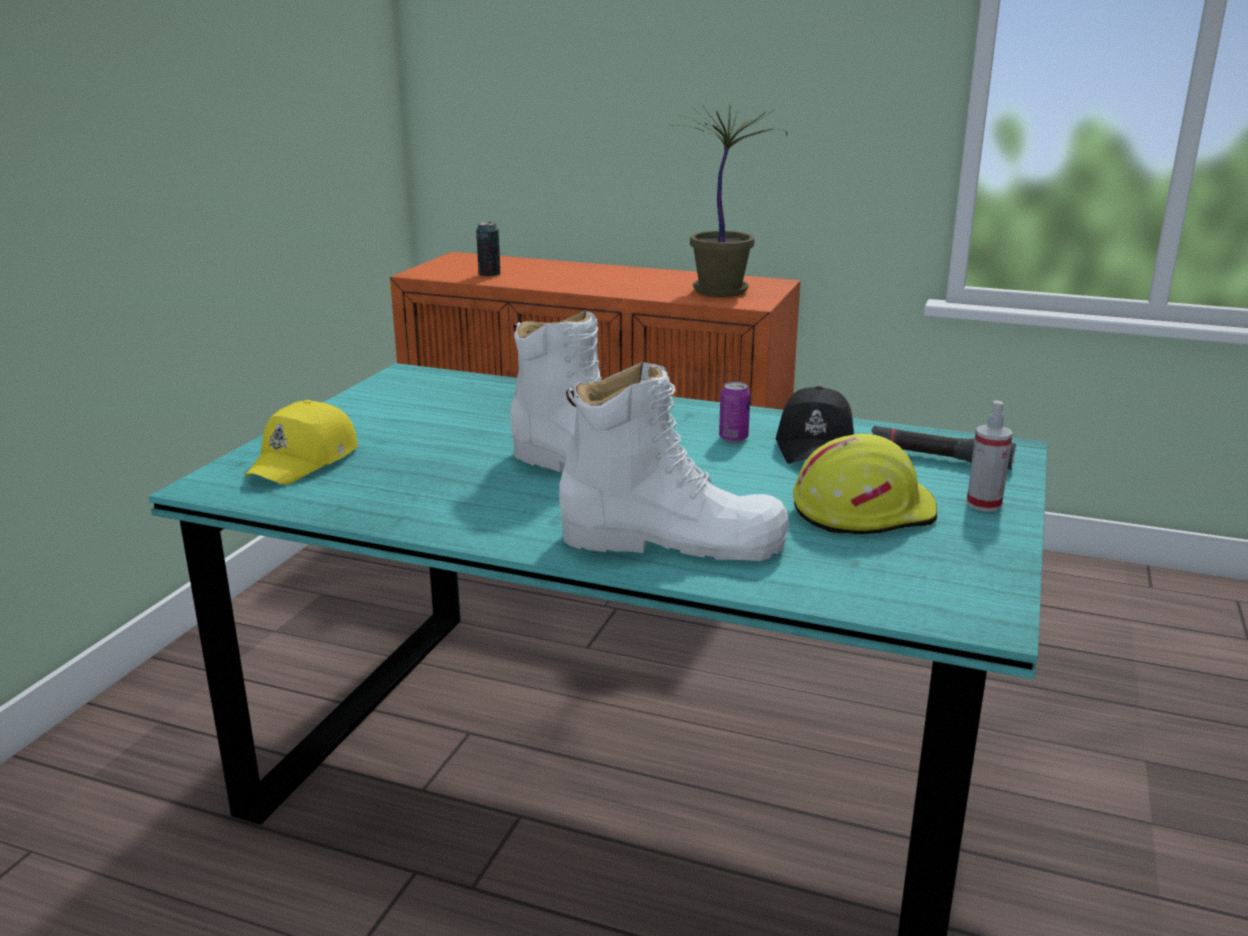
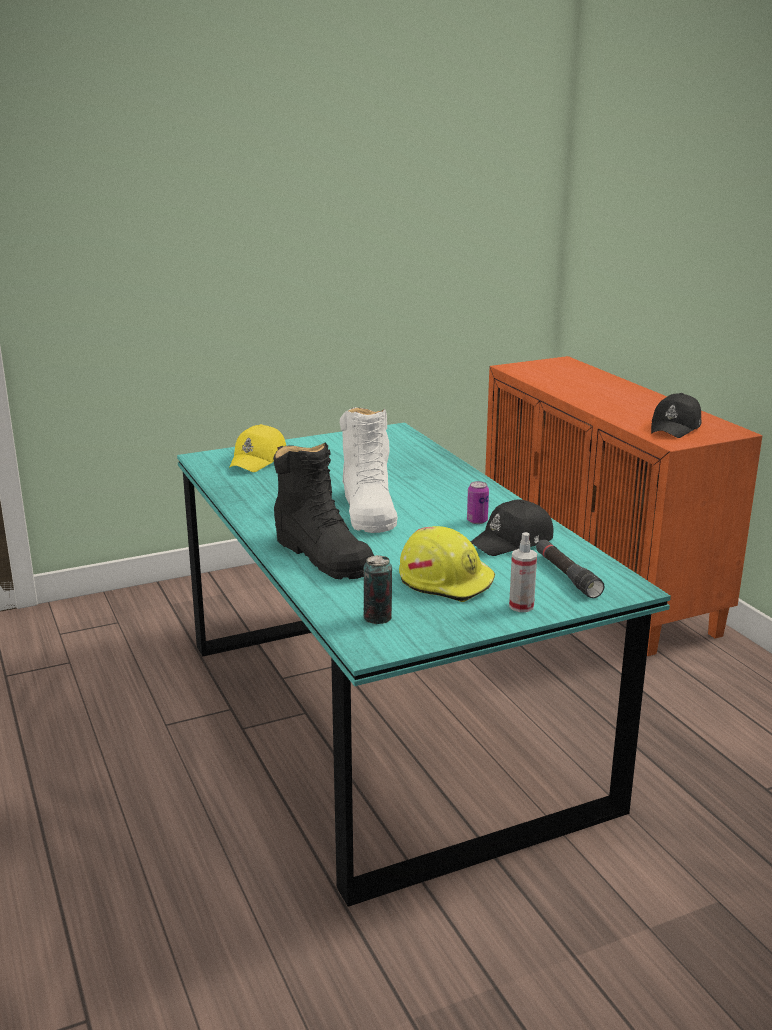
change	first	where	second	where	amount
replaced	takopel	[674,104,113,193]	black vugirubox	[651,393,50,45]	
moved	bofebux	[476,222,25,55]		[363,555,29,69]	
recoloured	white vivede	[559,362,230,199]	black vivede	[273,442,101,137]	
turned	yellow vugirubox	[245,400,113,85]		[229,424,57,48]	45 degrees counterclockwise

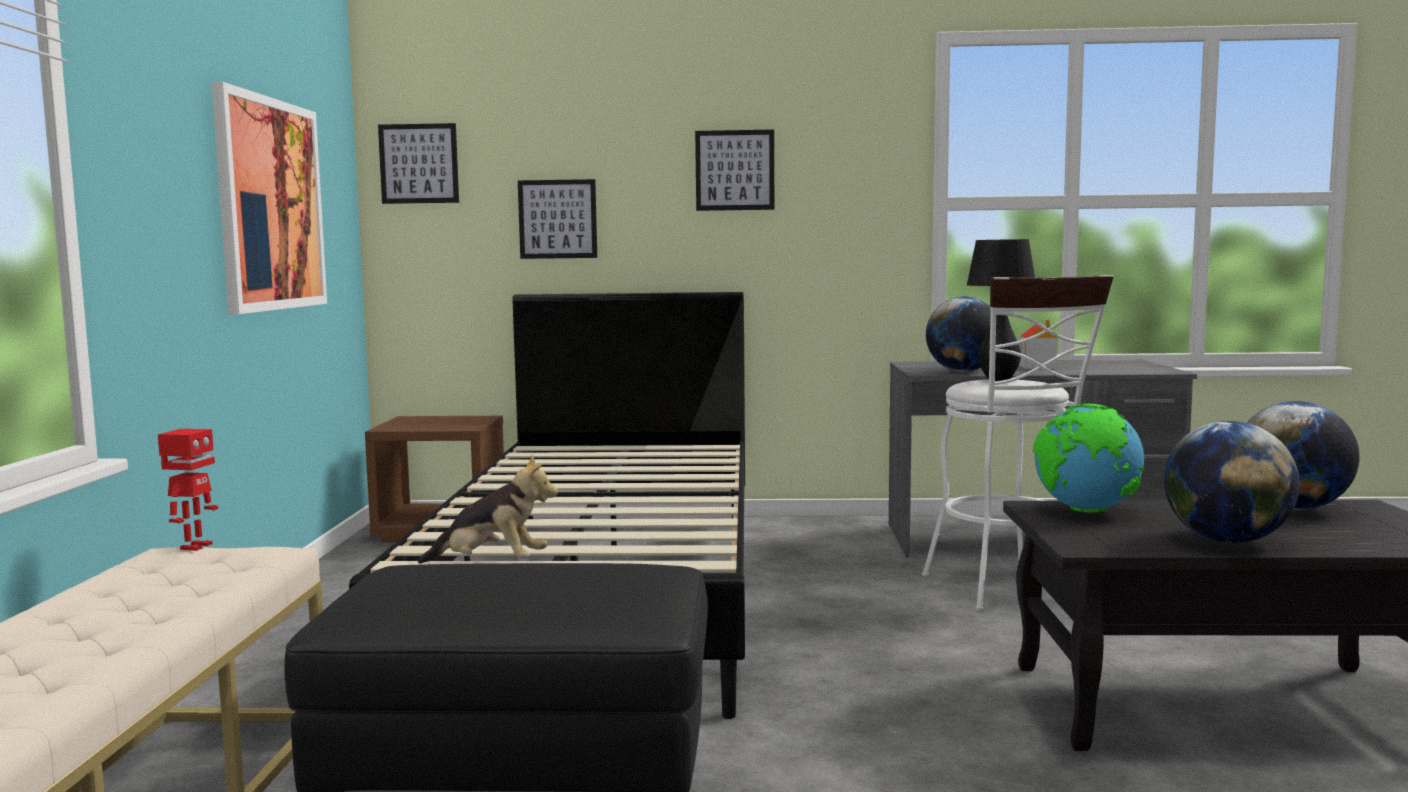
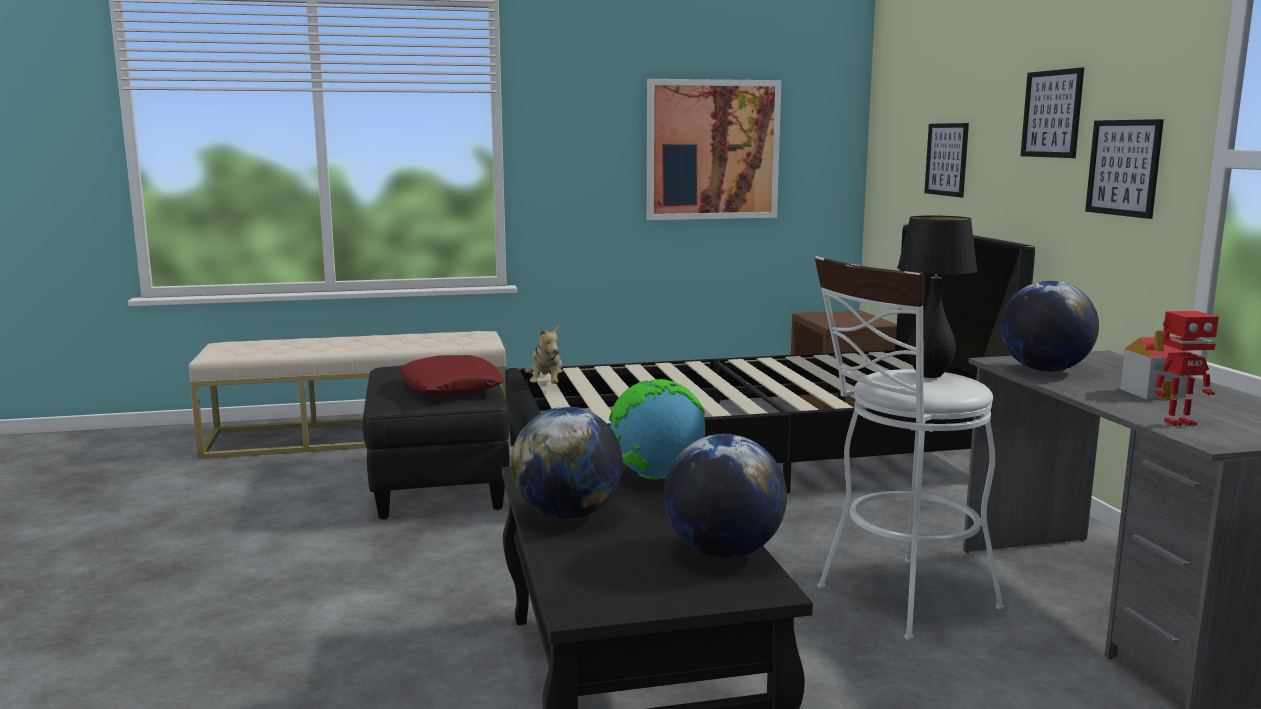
change	first	where	second	where	amount
moved	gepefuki	[378,123,81,81]		[1085,119,79,100]	
moved	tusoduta	[158,429,60,122]		[1154,311,65,115]	
added			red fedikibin	[400,355,104,40]	

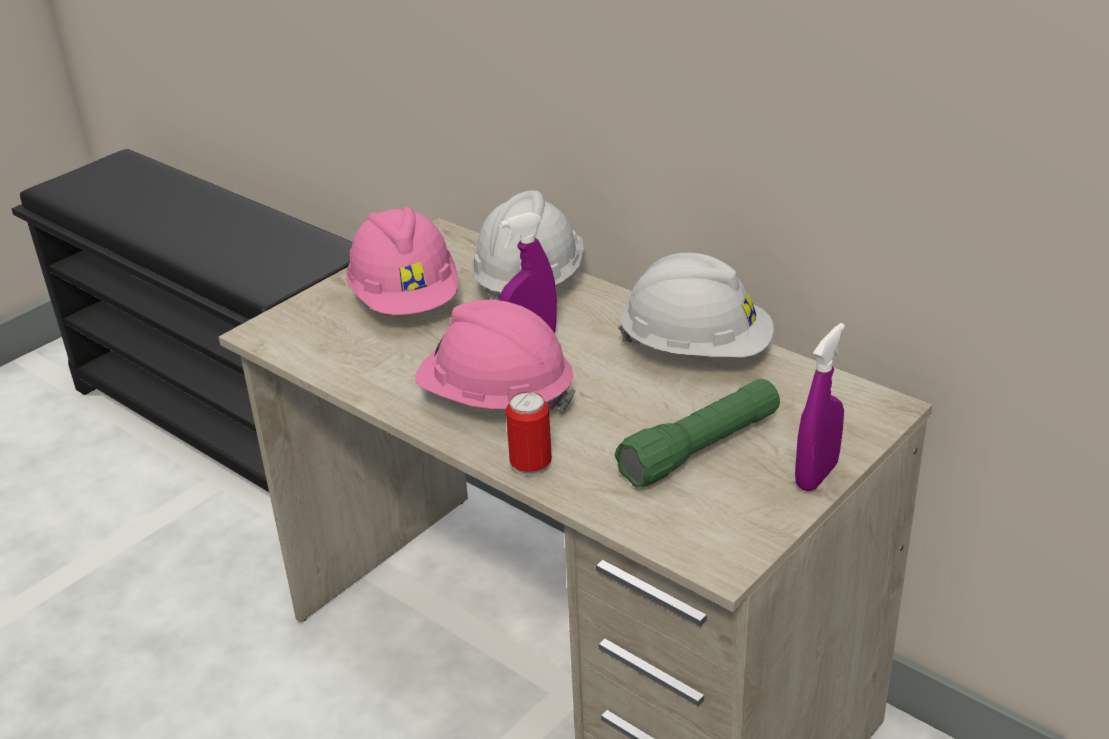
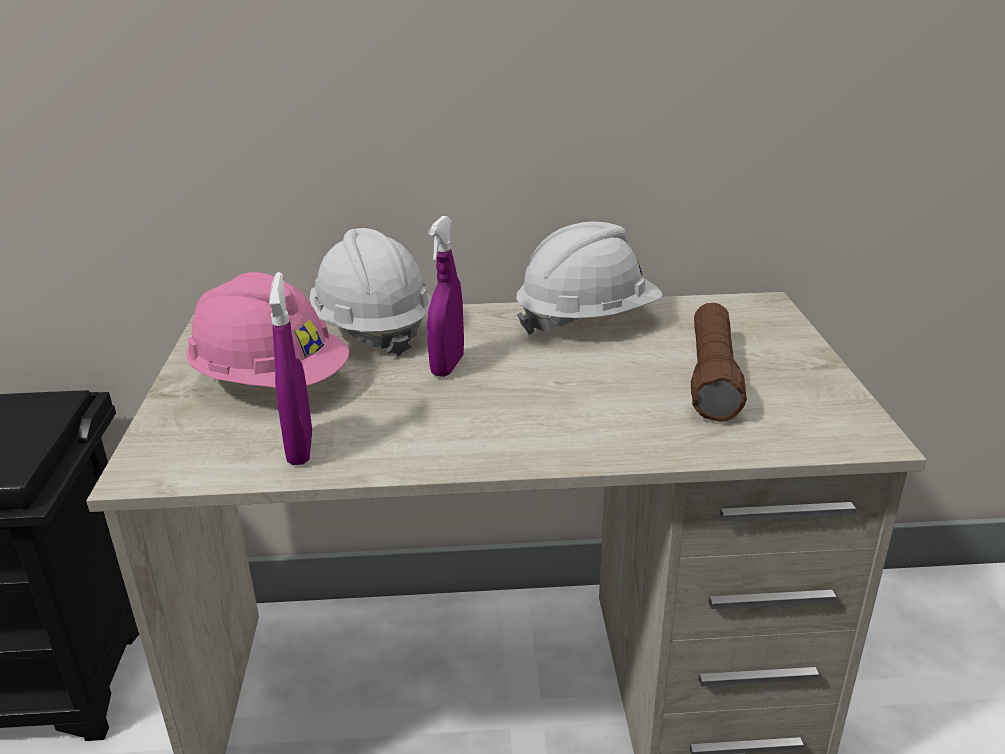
change	first	where	second	where	amount
removed	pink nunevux	[415,300,161,113]			
moved	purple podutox	[795,323,50,168]		[269,272,43,193]	
recoloured	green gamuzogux	[615,379,165,108]	brown gamuzogux	[691,303,56,119]	
removed	bofebux	[506,392,46,84]			

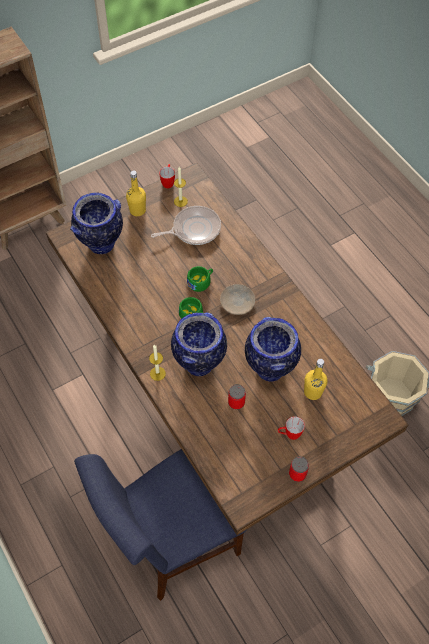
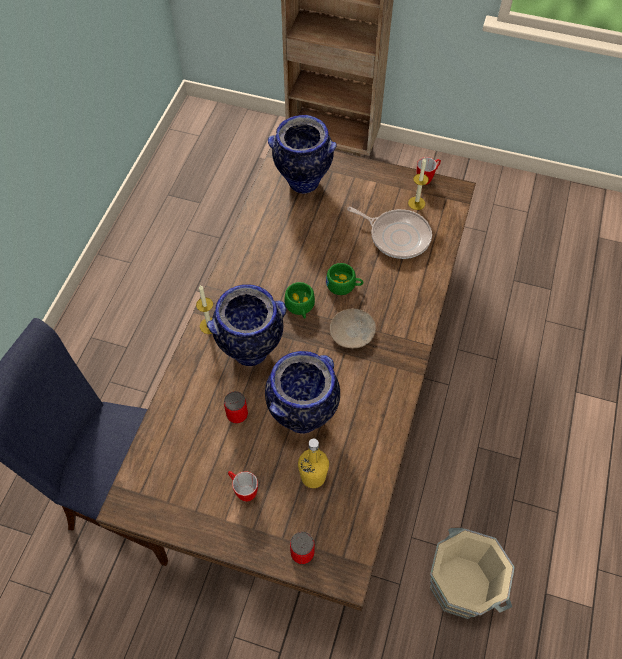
change	first	where	second	where	amount
removed	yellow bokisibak	[126,171,20,45]			
moved	bofebux	[289,456,20,26]		[290,532,24,32]	

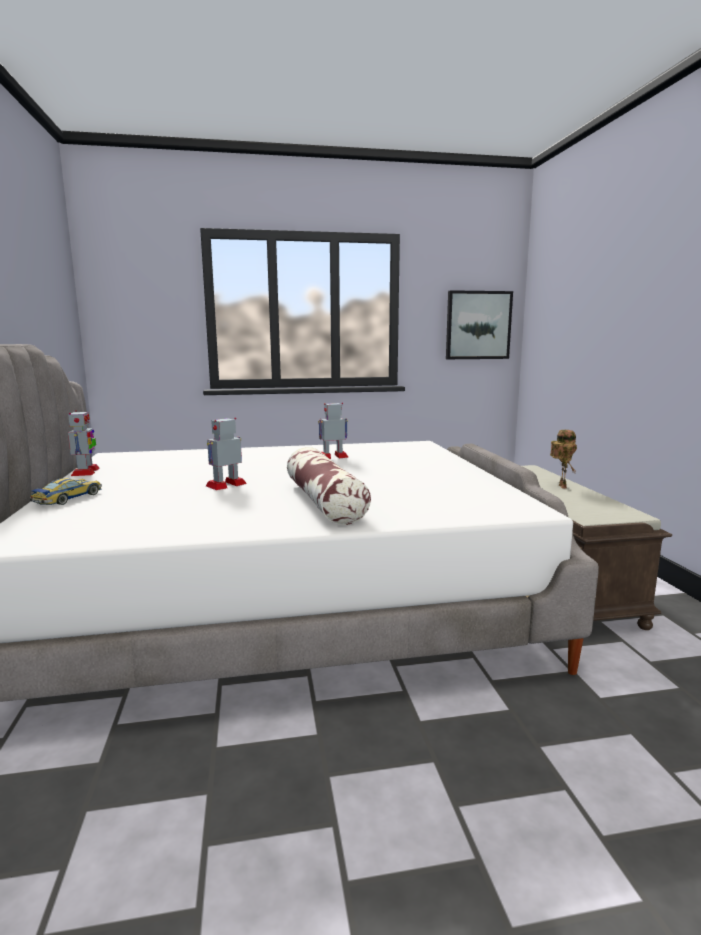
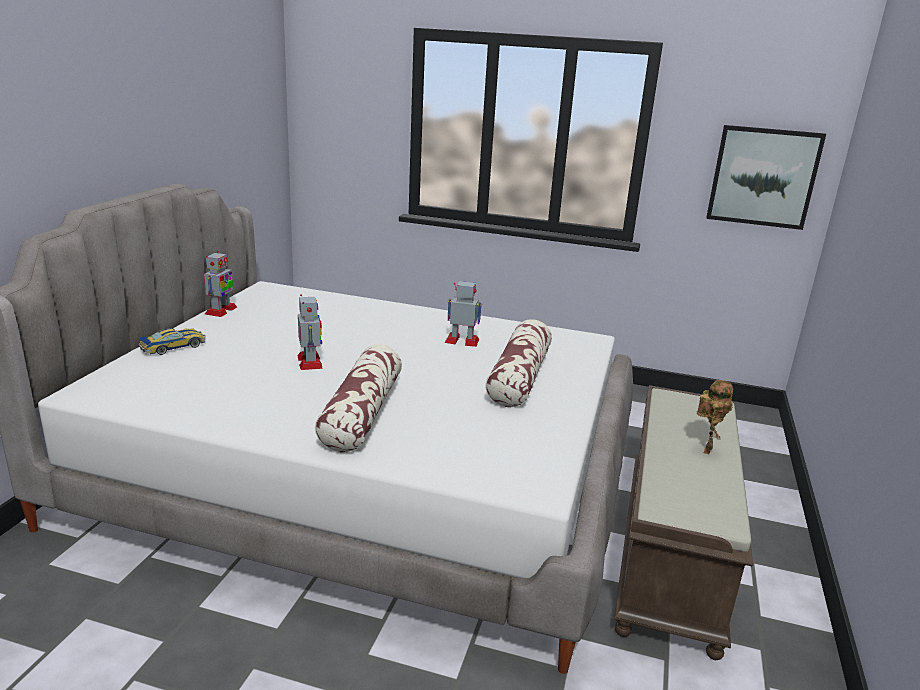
change	first	where	second	where	amount
turned	tusoduta	[206,418,41,72]		[297,294,26,76]	90 degrees clockwise
added			fedikibin	[485,319,67,88]	

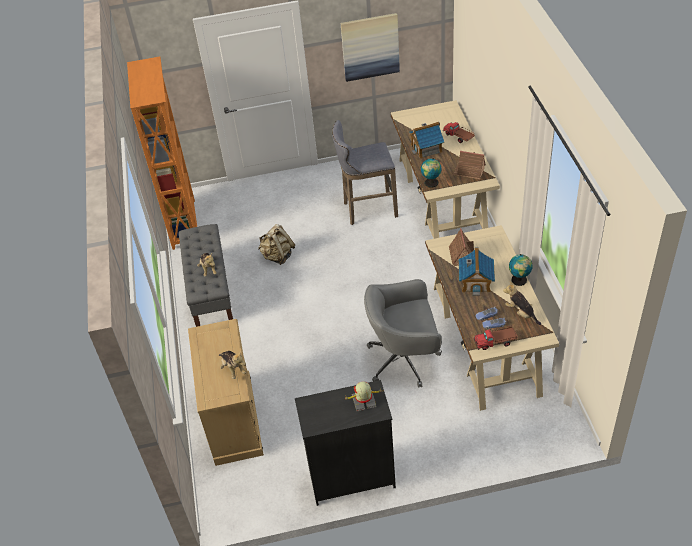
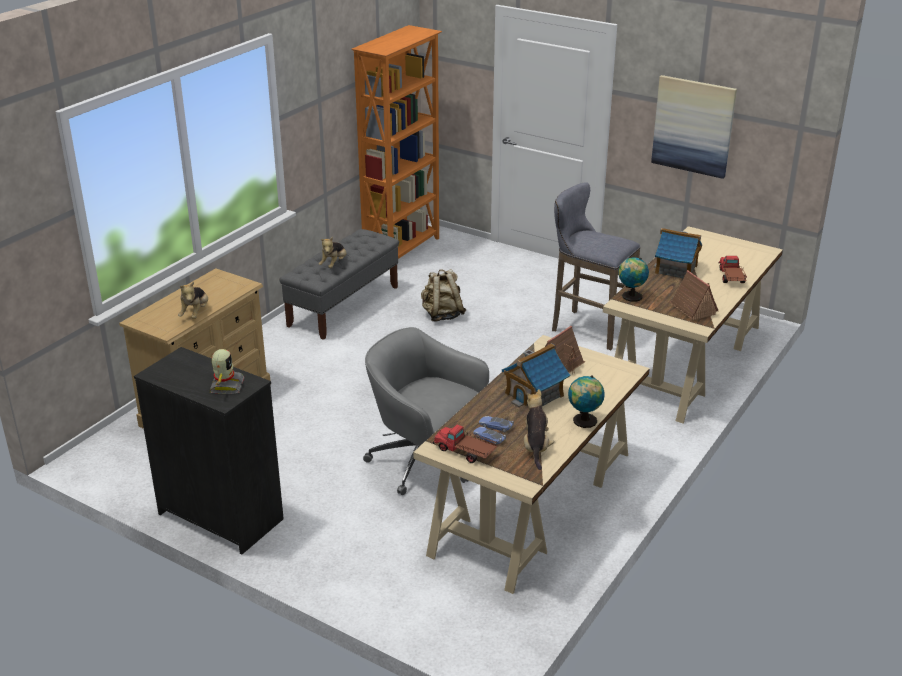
change	first	where	second	where	amount
turned	tusoduta	[344,381,39,31]		[210,349,35,45]	60 degrees clockwise

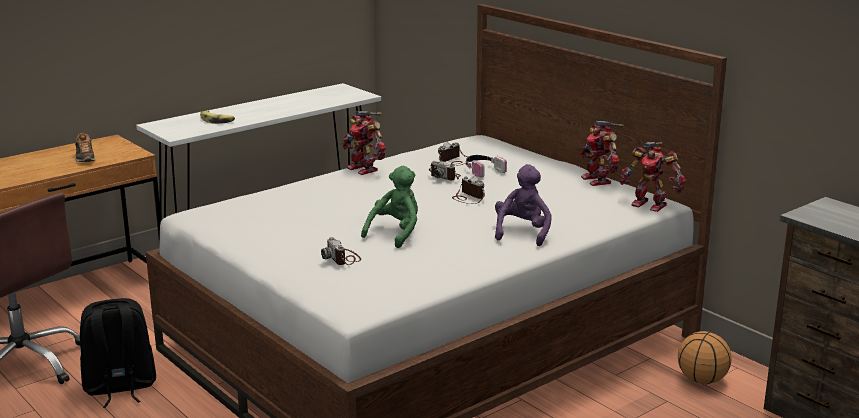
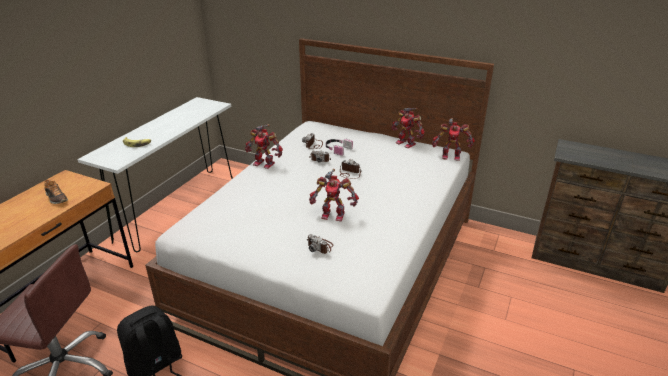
change	first	where	second	where	amount
removed	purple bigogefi	[495,164,57,82]			
replaced	green bigogefi	[361,166,57,82]	tusoduta	[309,169,50,52]	
removed	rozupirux	[678,331,54,53]			

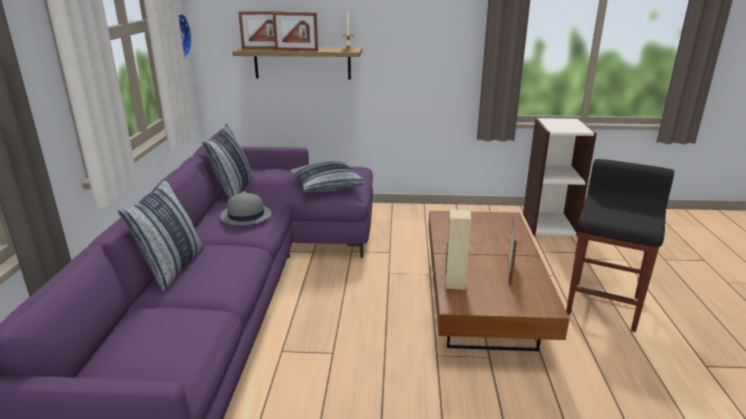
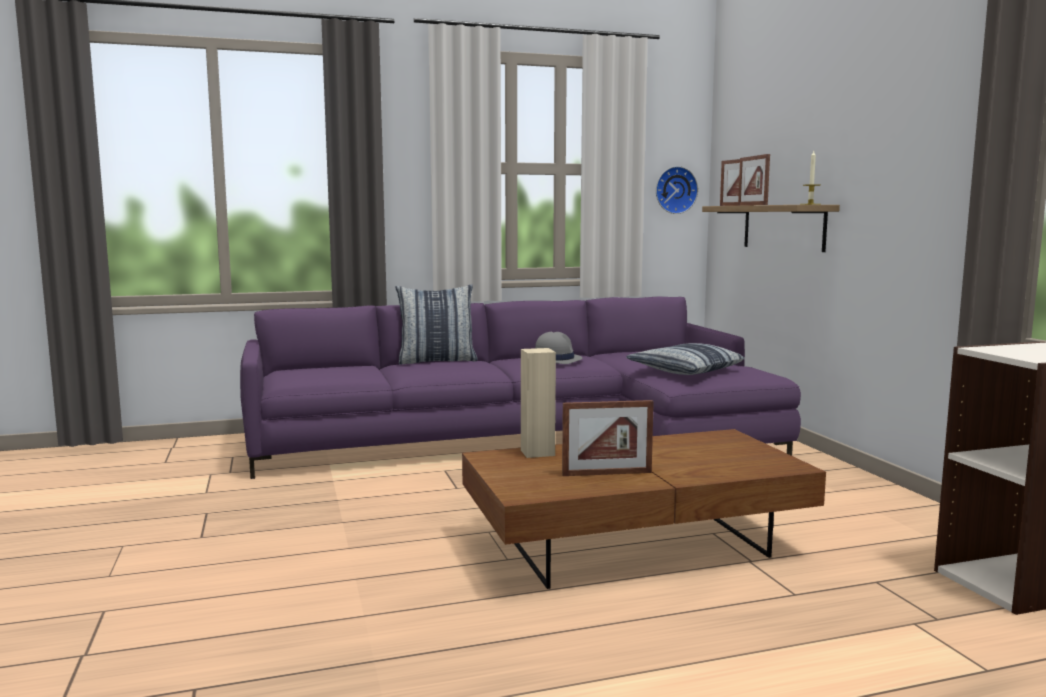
change	first	where	second	where	amount
removed	fedikibin	[202,124,51,75]			
removed	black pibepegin	[566,159,108,173]			

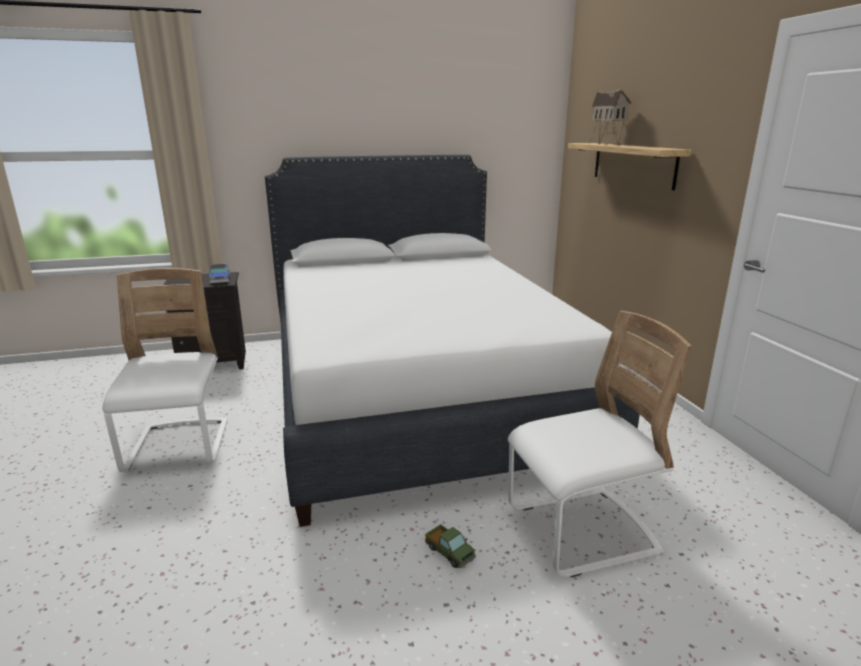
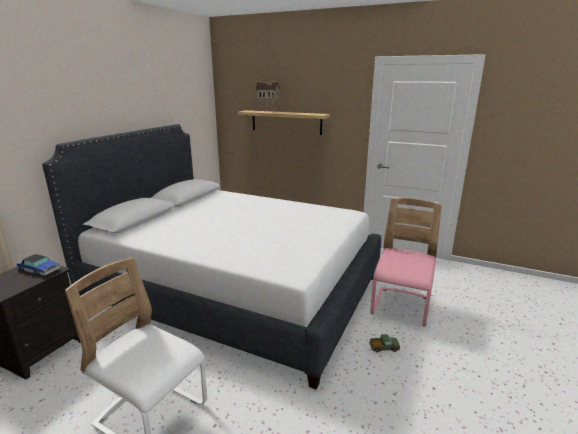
change	first	where	second	where	amount
recoloured	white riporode	[508,311,184,266]	pink riporode	[370,198,72,129]	

